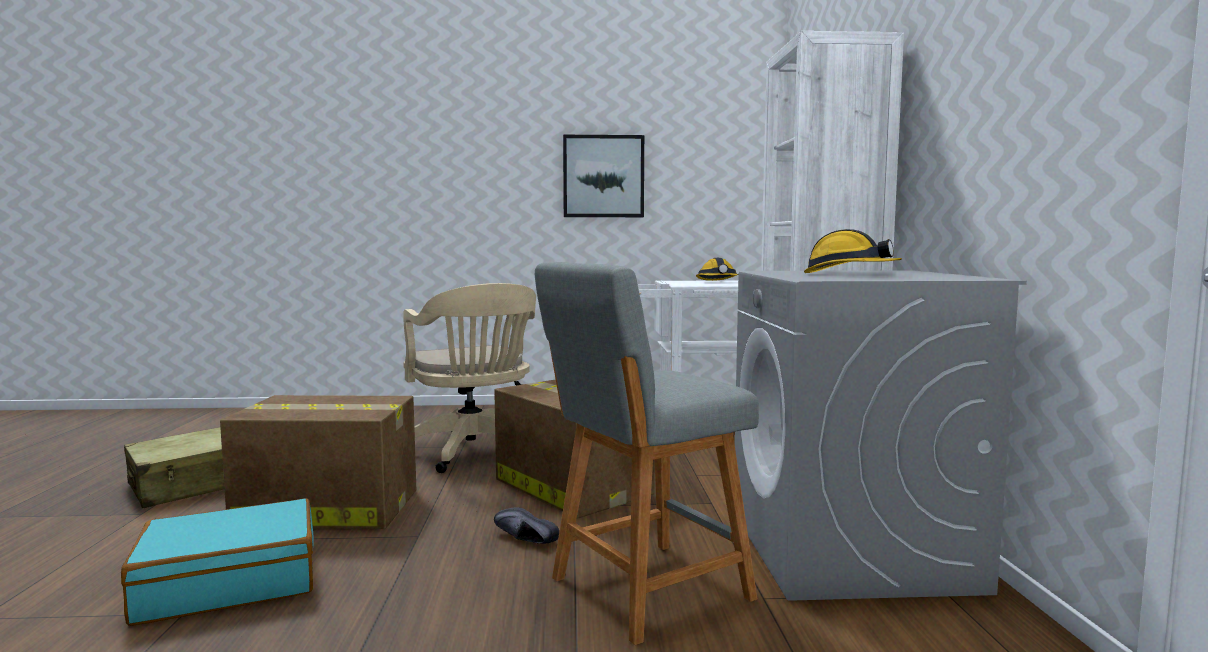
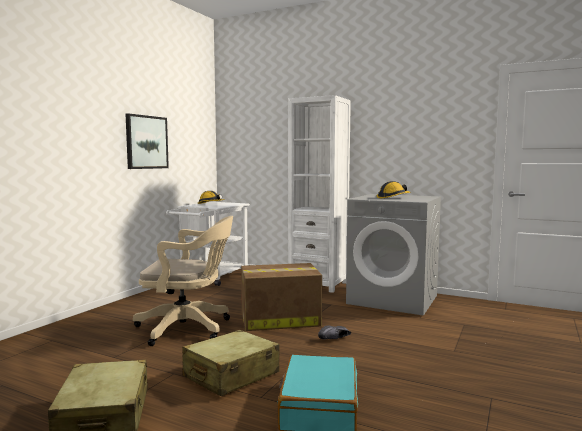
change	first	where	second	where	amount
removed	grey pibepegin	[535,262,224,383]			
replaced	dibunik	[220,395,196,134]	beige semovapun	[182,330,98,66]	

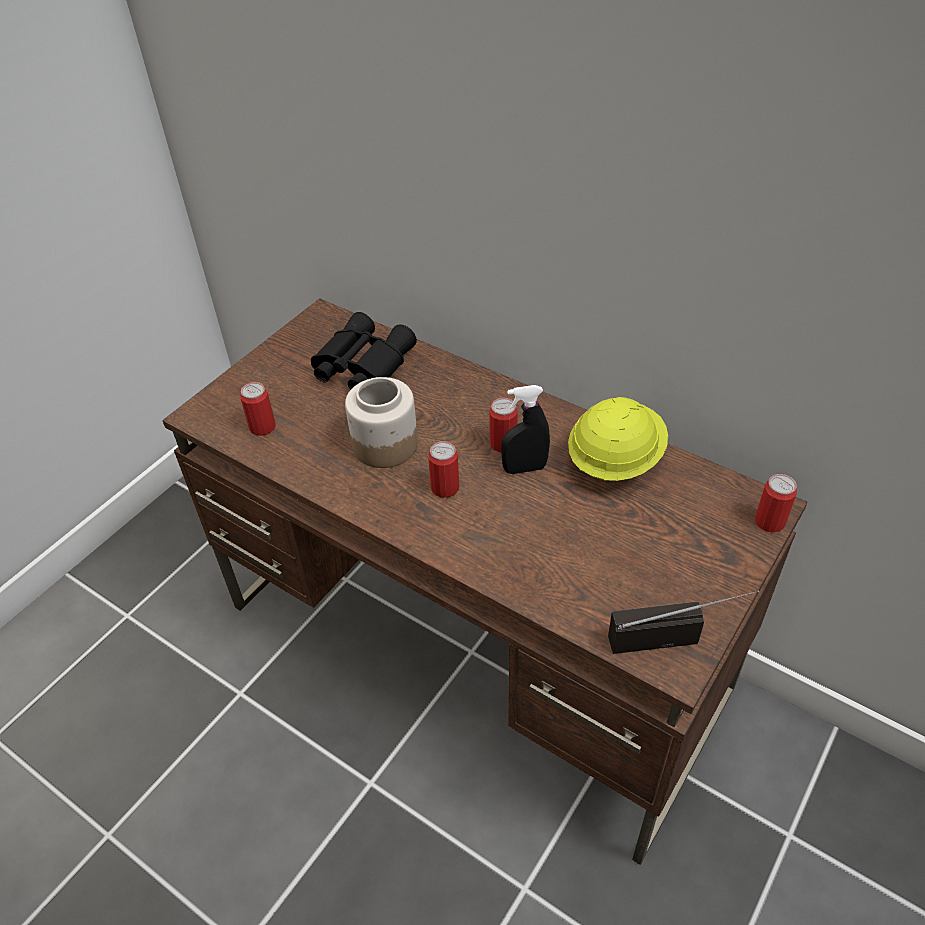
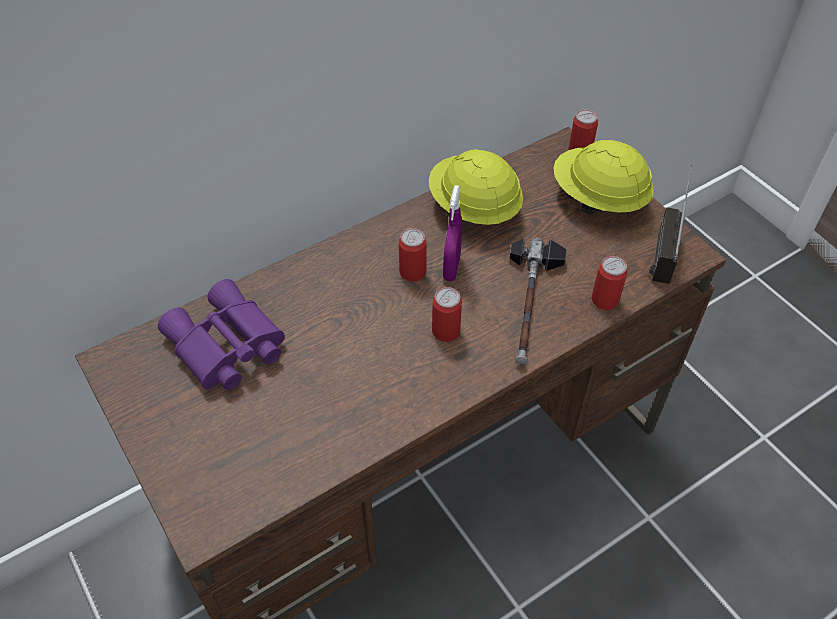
change	first	where	second	where	amount
recoloured	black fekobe	[311,312,106,78]	purple fekobe	[158,279,127,111]	
removed	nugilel	[345,377,73,91]			
moved	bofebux	[240,382,36,54]		[591,256,37,54]	
recoloured	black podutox	[501,385,49,89]	purple podutox	[443,185,19,96]	
added			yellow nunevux	[553,140,101,74]	
added			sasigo	[510,238,57,126]	

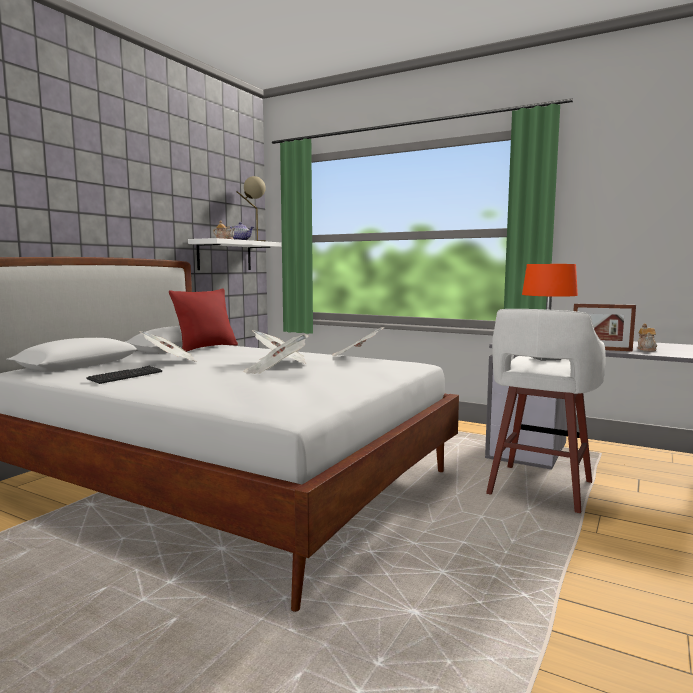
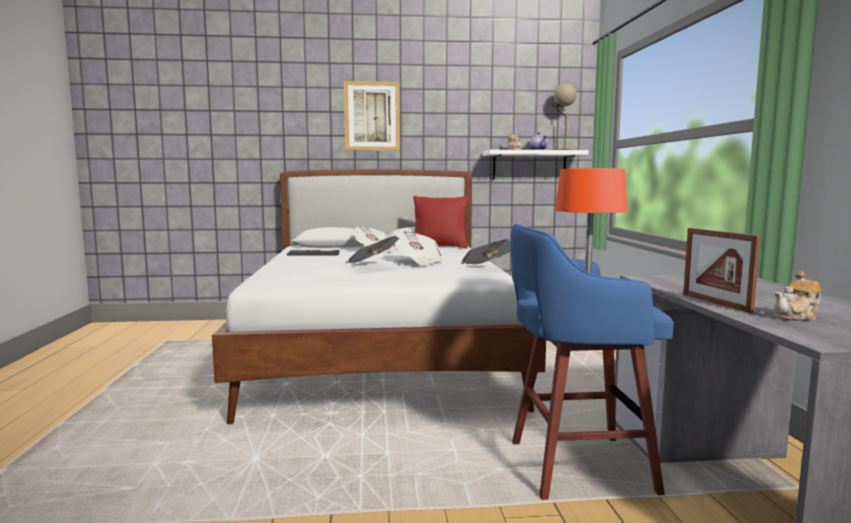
change	first	where	second	where	amount
recoloured	white pibepegin	[486,309,120,204]	blue pibepegin	[511,224,163,276]	
added			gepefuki	[344,81,56,70]	

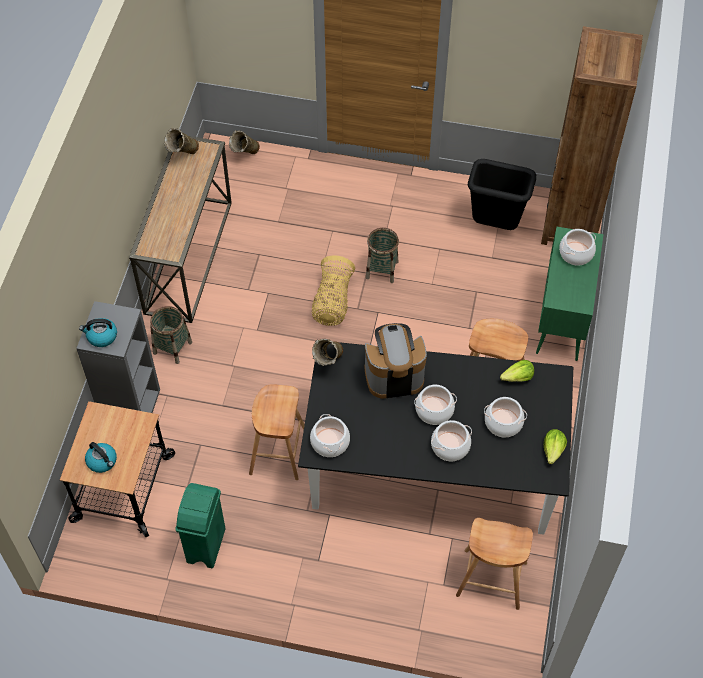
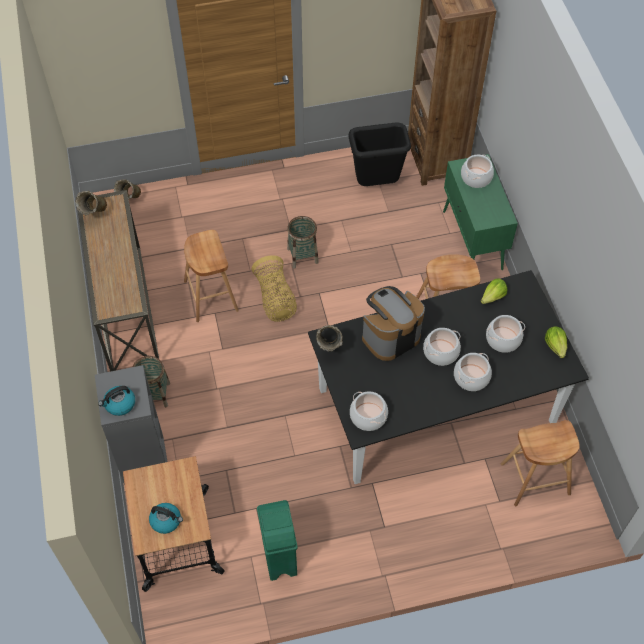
change	first	where	second	where	amount
moved	brown pibepegin	[249,384,56,96]		[184,230,55,92]	

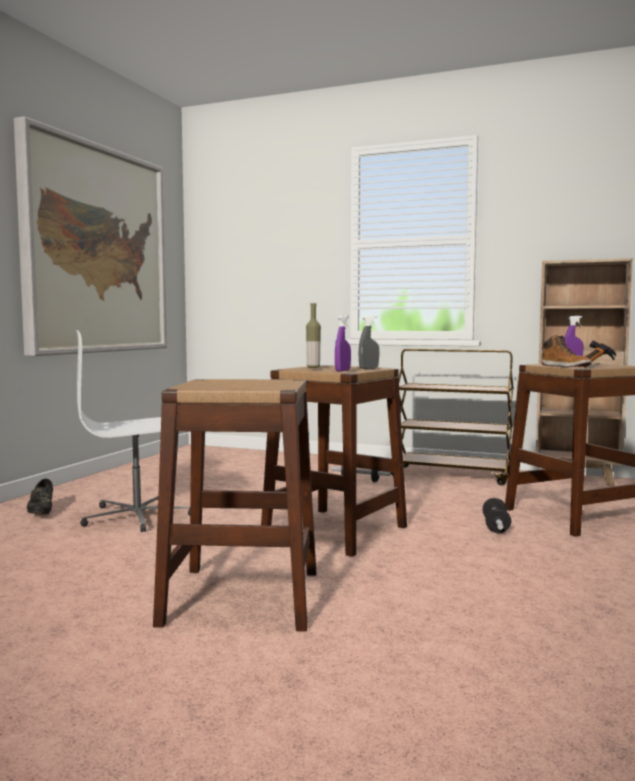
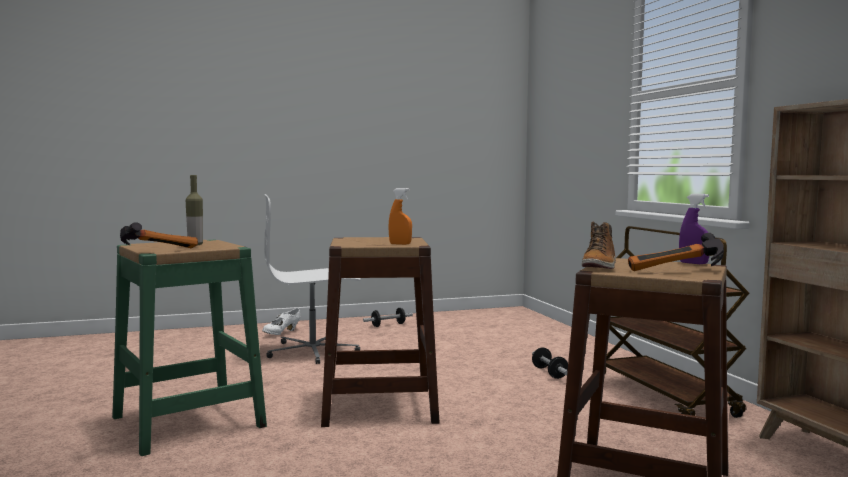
change	first	where	second	where	amount
removed	gepefuki	[14,116,153,240]			
moved	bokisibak	[306,303,15,65]		[186,175,17,70]	
removed	purple podutox	[335,315,16,56]			
recoloured	grey podutox	[359,315,20,54]	orange podutox	[388,188,24,57]	
turned	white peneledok	[76,330,114,202]		[264,194,97,170]	45 degrees counterclockwise
recoloured	brown pibepegin	[153,379,163,253]	green pibepegin	[112,240,155,216]	
recoloured	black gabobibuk	[27,479,26,36]	white gabobibuk	[262,308,38,27]	
moved	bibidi	[482,498,29,35]		[363,308,50,19]	
added			sasigo	[120,222,78,27]	

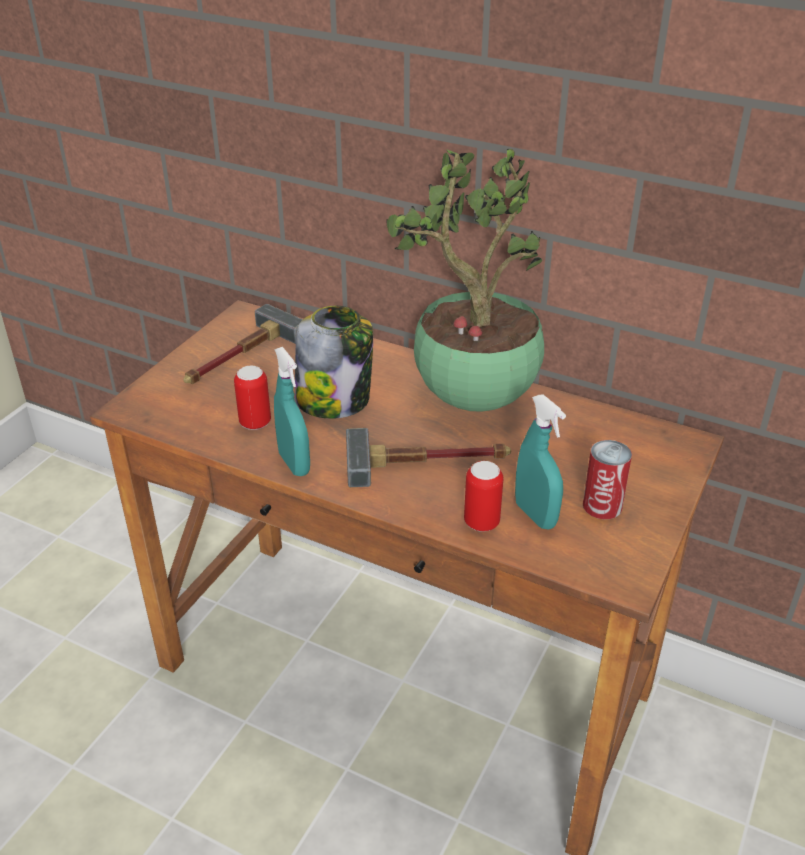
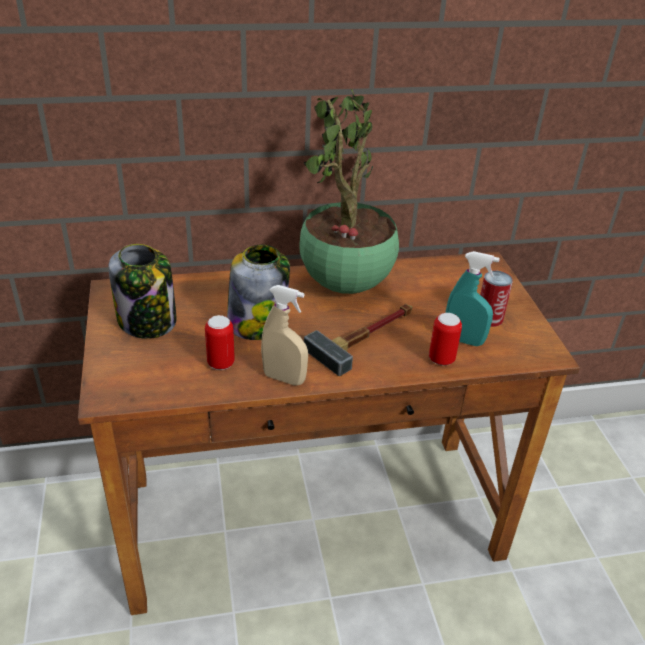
change	first	where	second	where	amount
replaced	sasigo	[183,304,120,80]	nugilel	[109,244,67,95]	
recoloured	turquoise podutox	[274,347,36,129]	beige podutox	[261,285,47,101]	

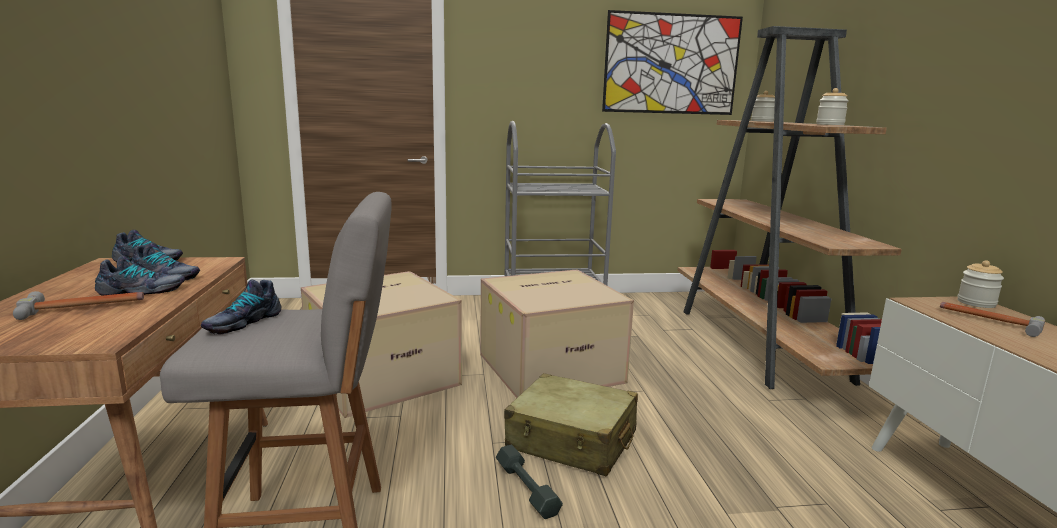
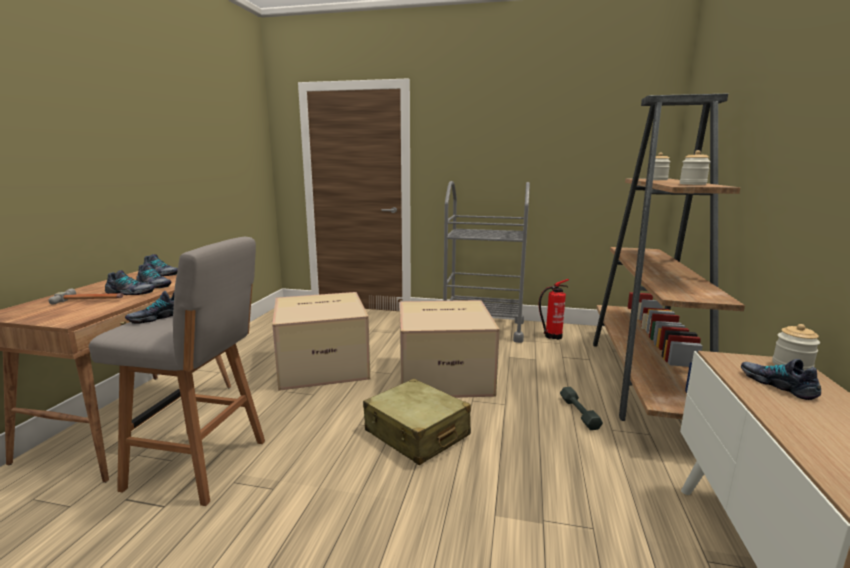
change	first	where	second	where	amount
removed	gepefuki	[602,10,141,105]			
replaced	sasigo	[940,302,105,35]	gabobibuk	[741,359,80,41]	
moved	grey bibidi	[496,445,67,74]		[560,387,43,43]	
added			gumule	[539,279,30,61]	

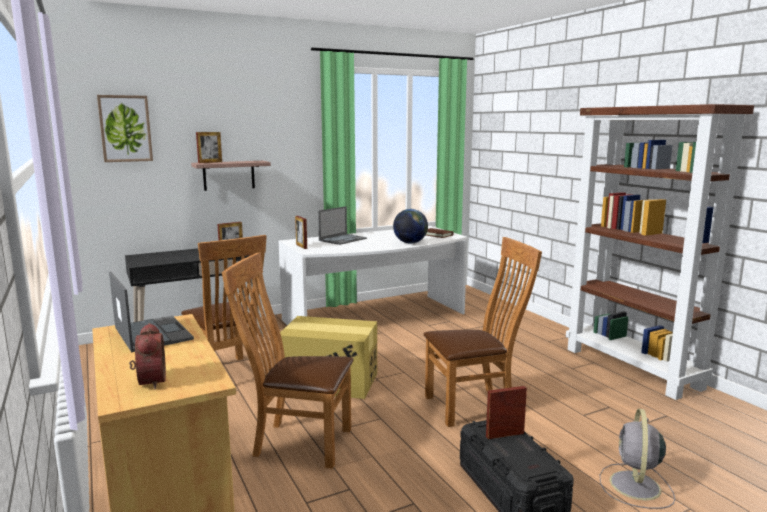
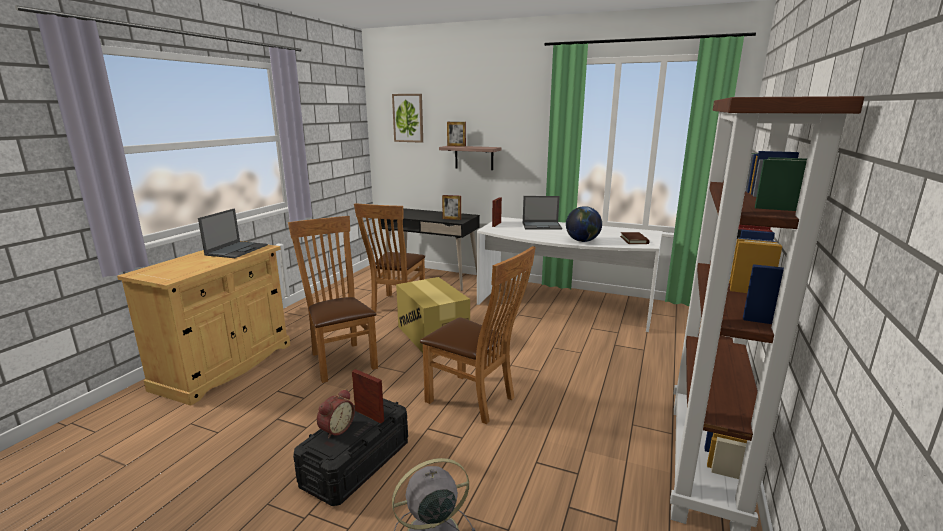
change	first	where	second	where	amount
moved	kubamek	[129,323,37,66]		[317,389,38,50]	

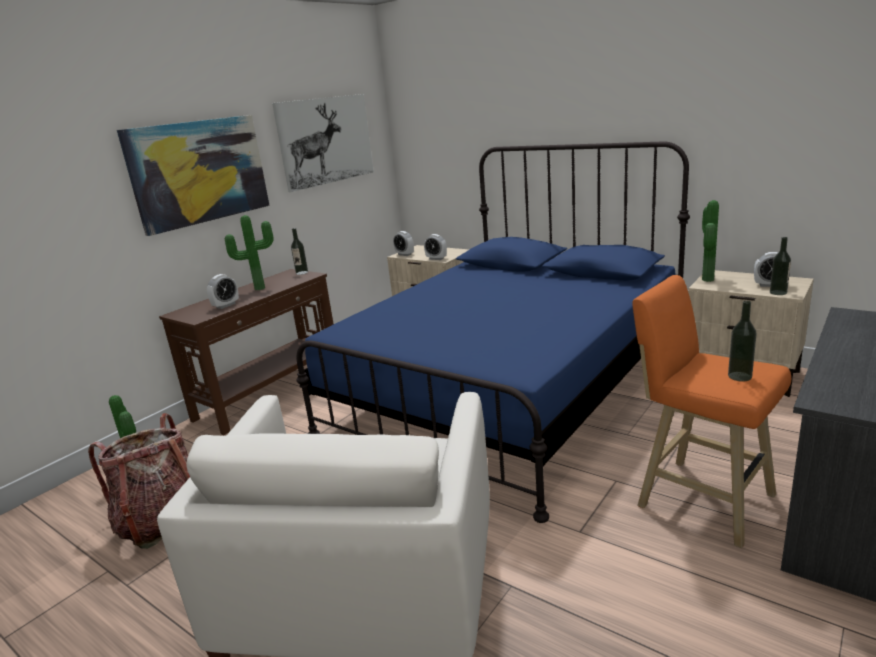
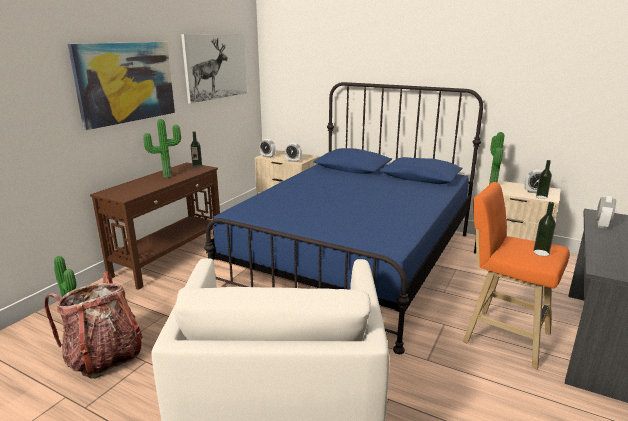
change	first	where	second	where	amount
moved	kubamek	[207,274,32,35]		[596,196,20,33]	

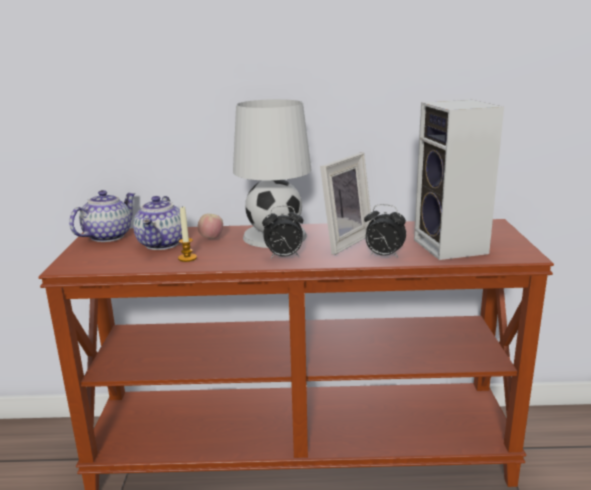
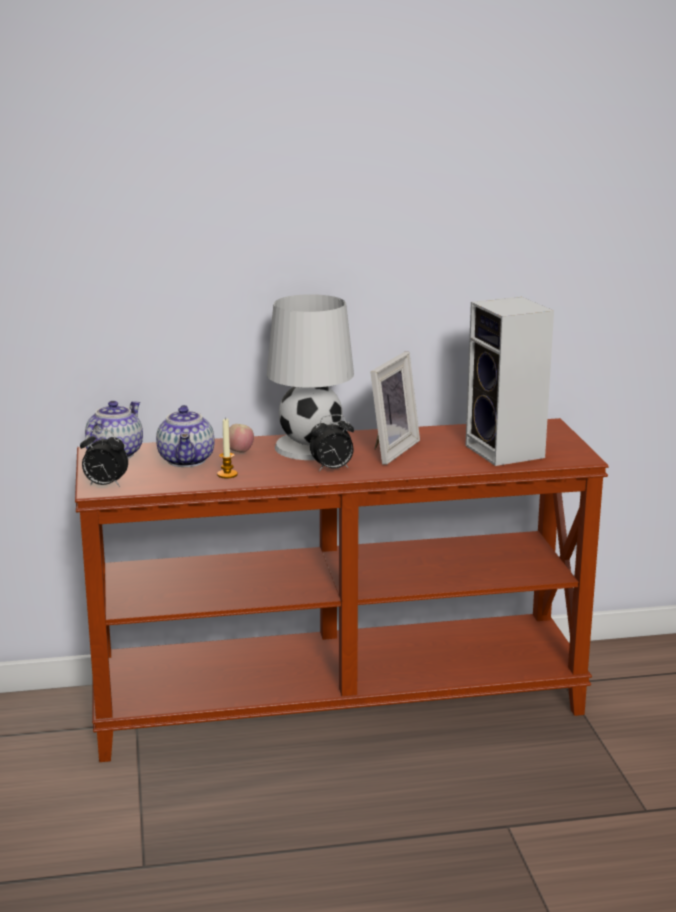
change	first	where	second	where	amount
moved	kubamek	[364,204,42,54]		[80,429,48,58]	

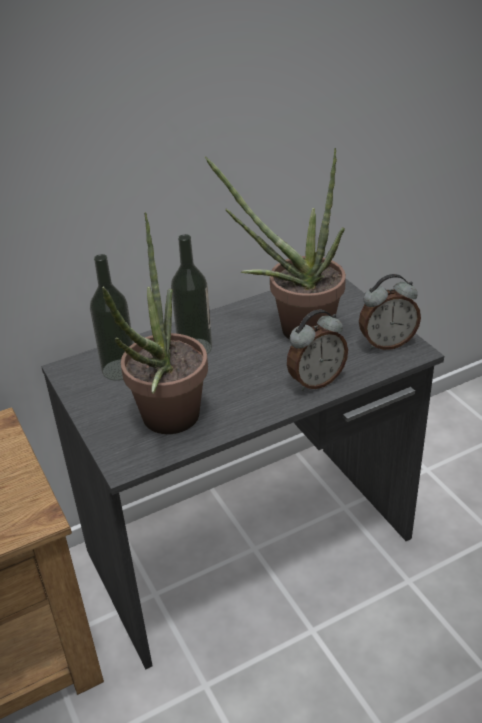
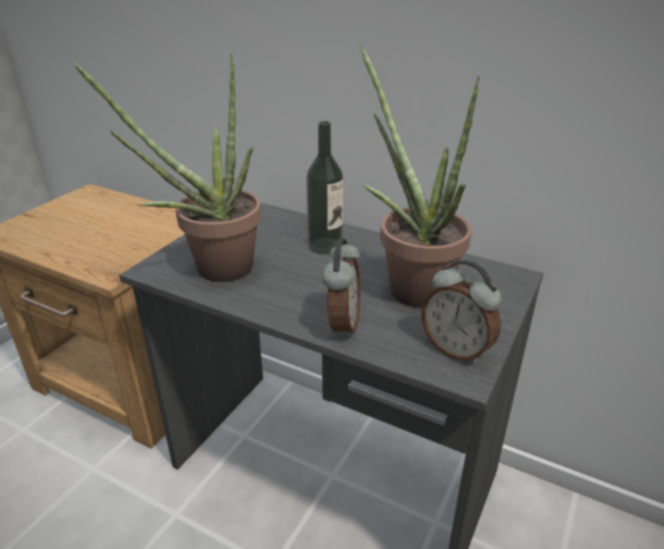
change	first	where	second	where	amount
removed	bokisibak	[90,254,43,127]			
turned	kubamek	[287,310,61,81]		[322,239,38,100]	105 degrees counterclockwise

